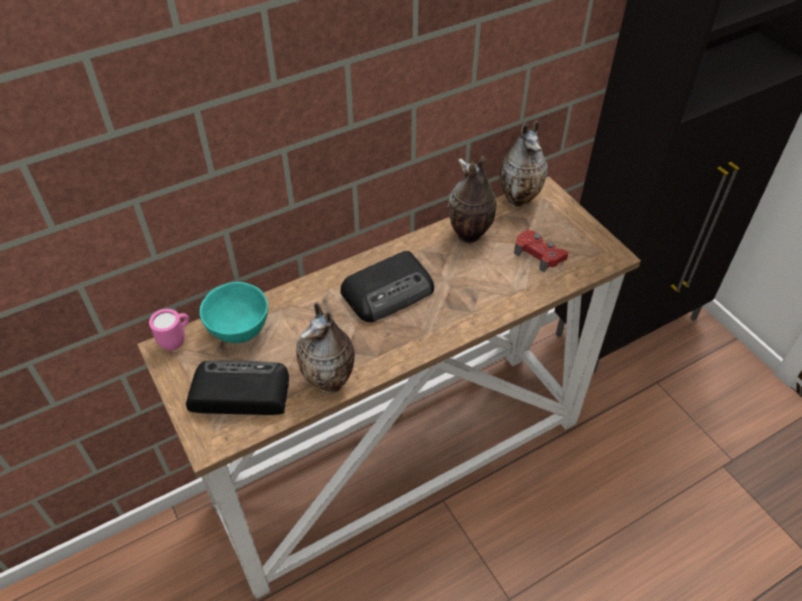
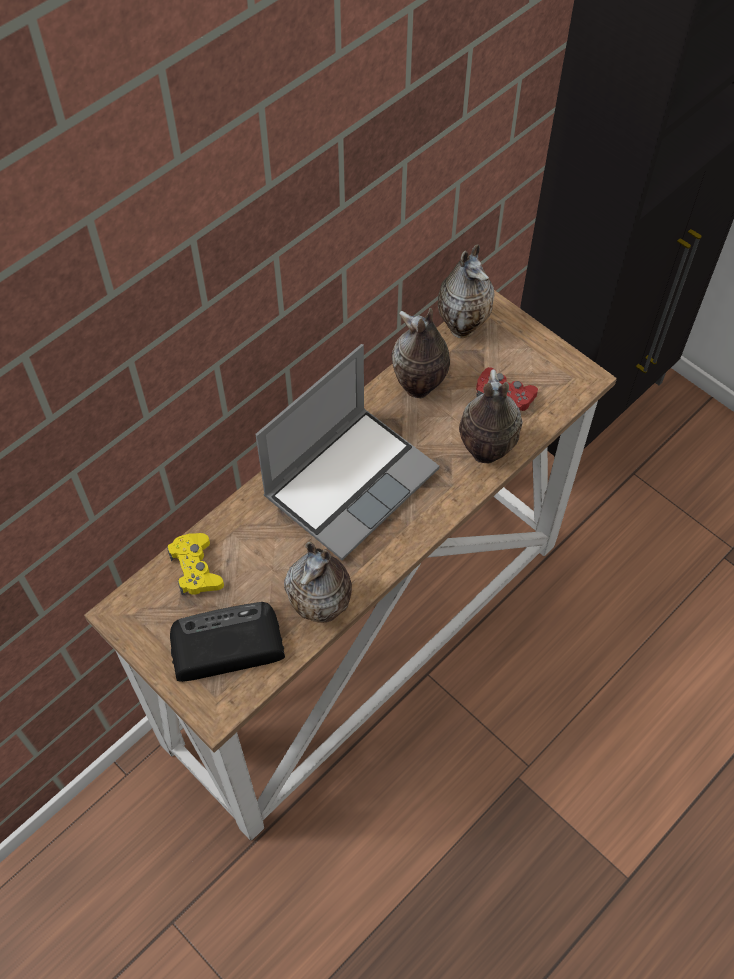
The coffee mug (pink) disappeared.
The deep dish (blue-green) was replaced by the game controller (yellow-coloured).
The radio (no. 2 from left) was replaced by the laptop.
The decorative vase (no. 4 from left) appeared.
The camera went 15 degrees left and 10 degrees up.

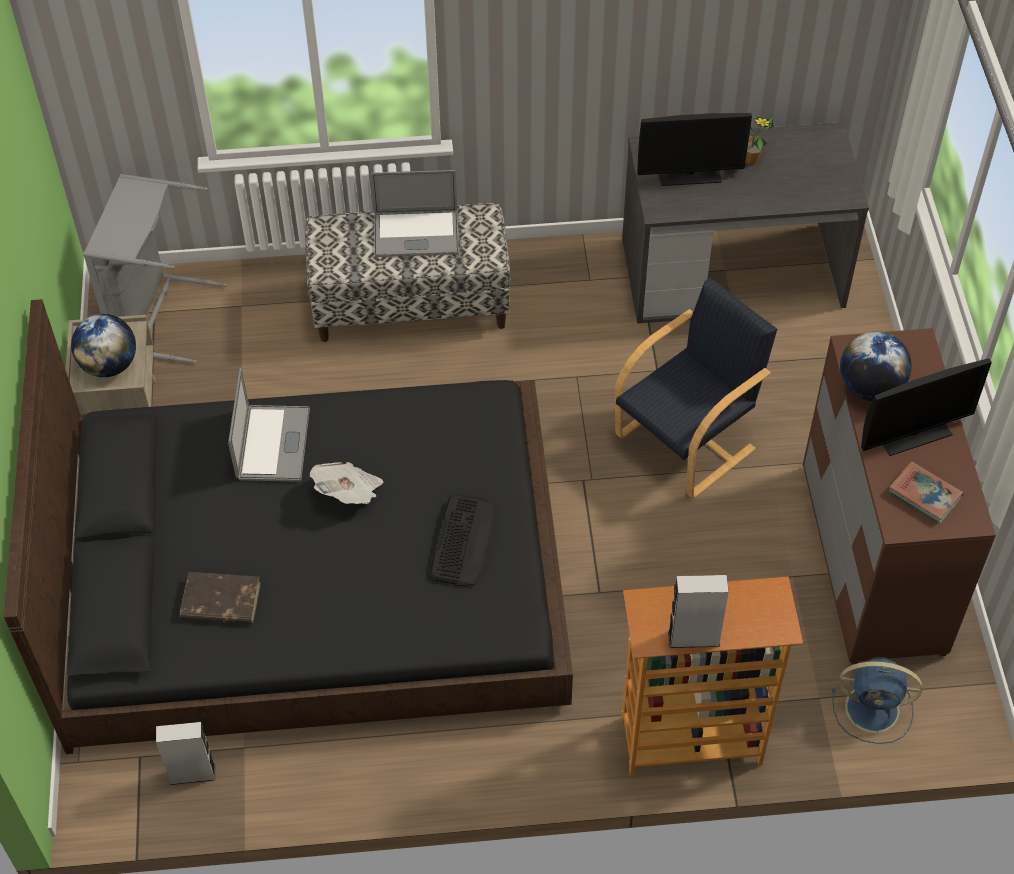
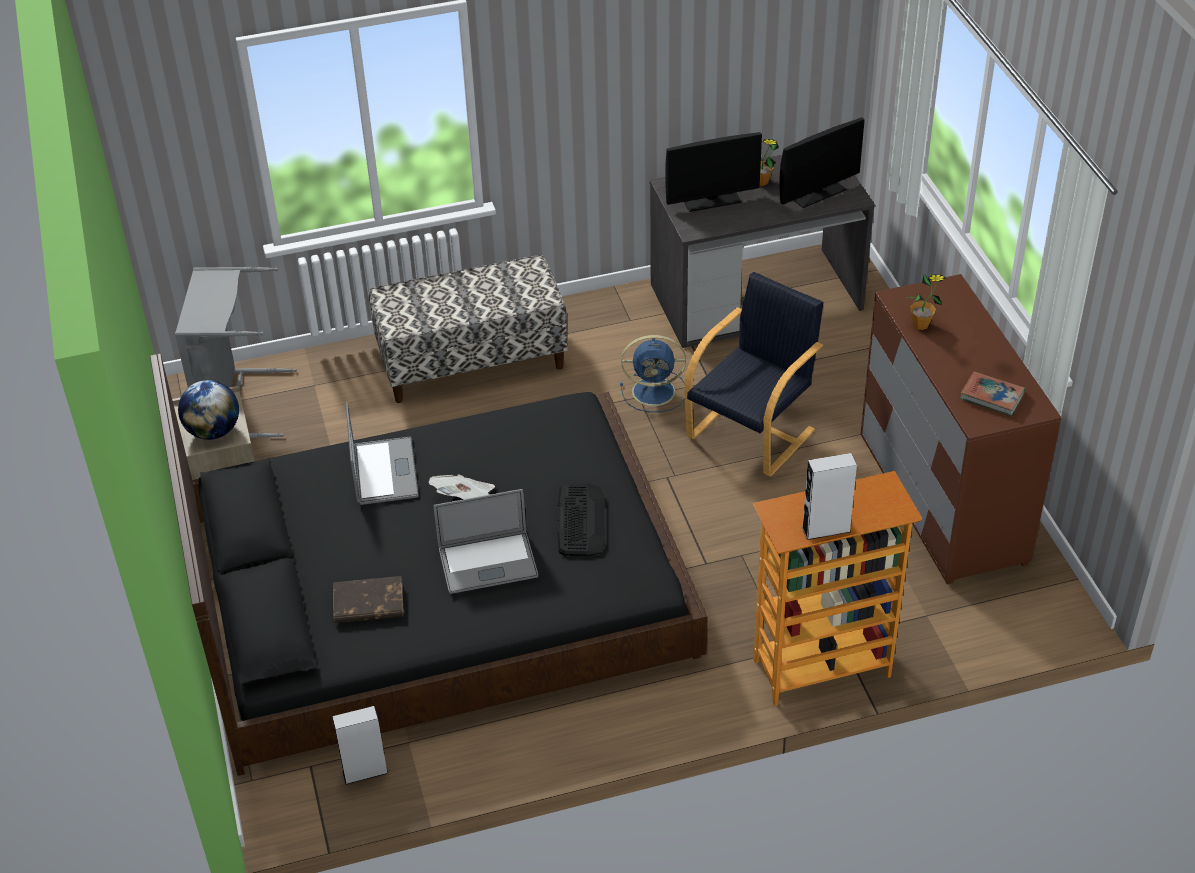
The laptop (no. 2 from left) moved.
The cooling fan (blue-coloured) moved.
The desk globe (no. 2 from left) was replaced by the potted plant (no. 2 from left).
The computer display (no. 2 from left) moved.
The camera went 10 degrees left and 10 degrees down.

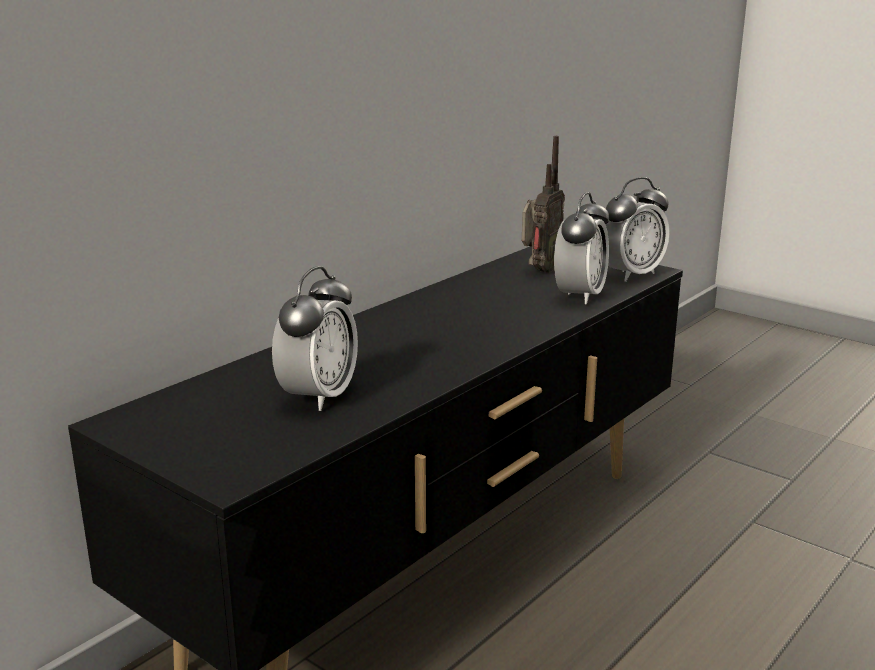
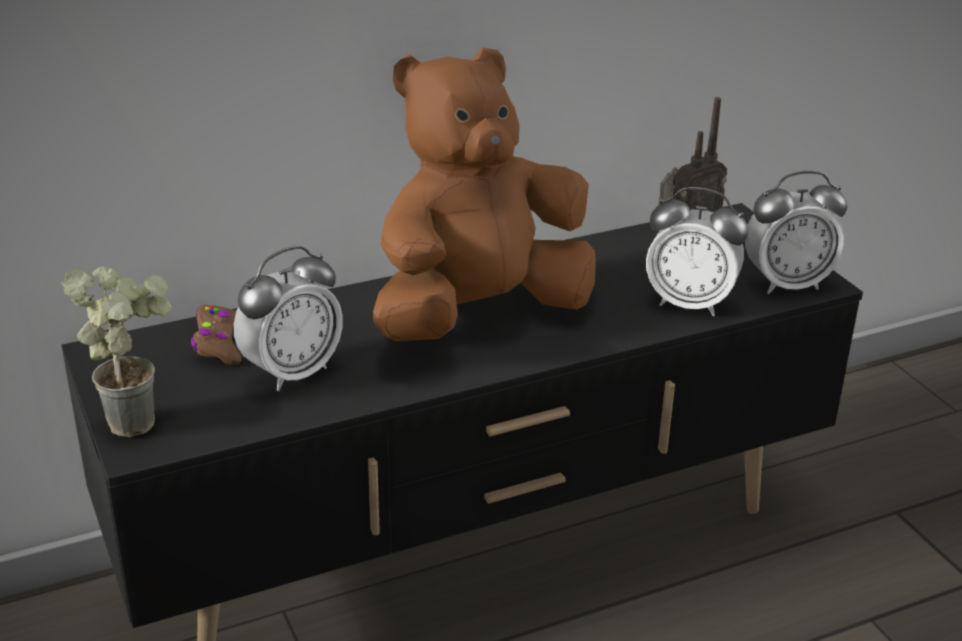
The alarm clock (no. 2 from left) turned 60 degrees clockwise.
The potted plant appeared.
The game controller (brown) appeared.
The cuddly toy (brown) appeared.
The camera went 25 degrees right and 10 degrees up.

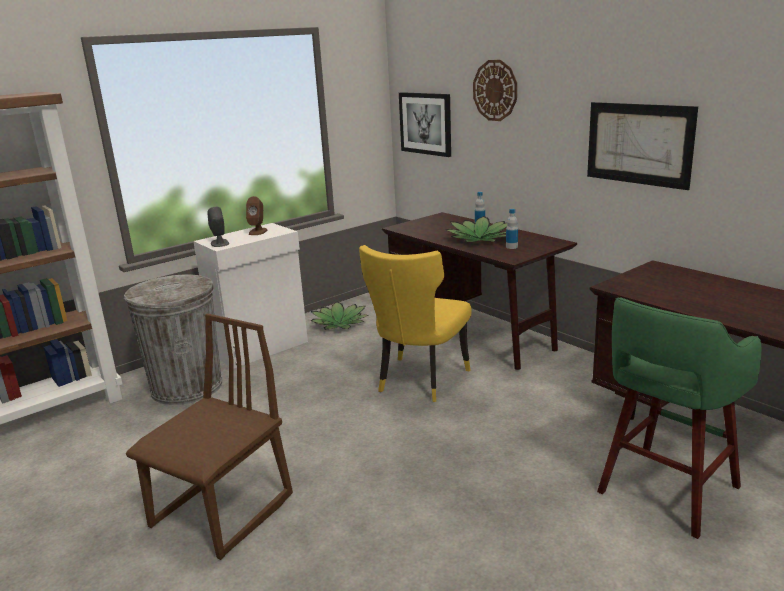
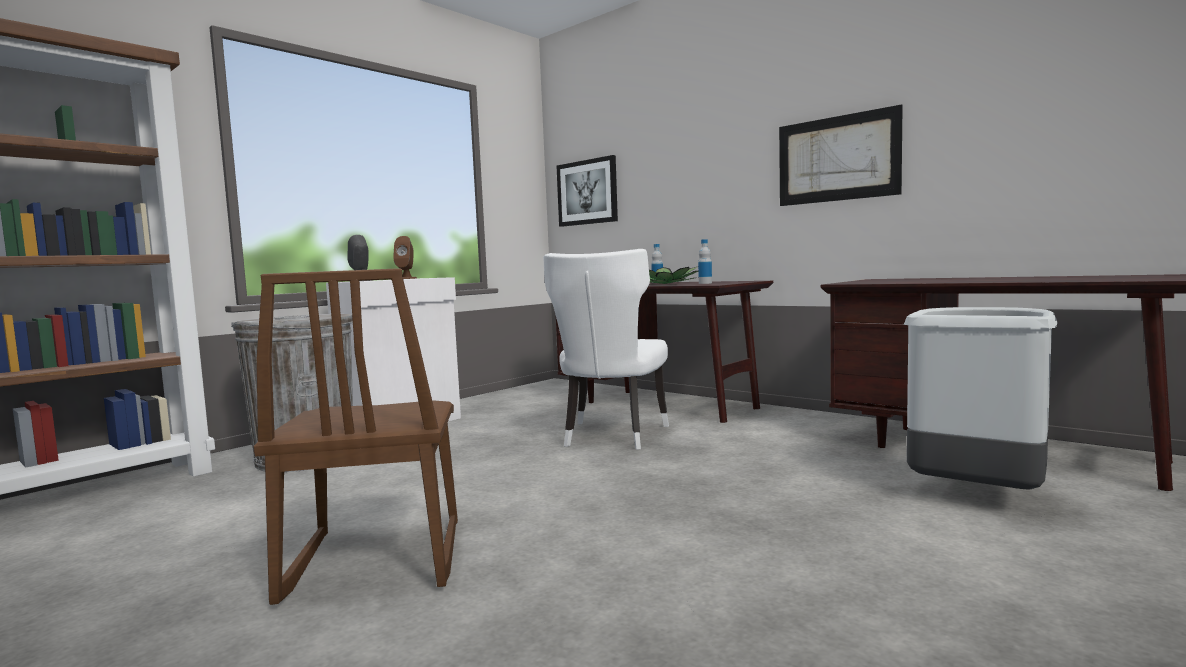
The upright chair (brown) turned 150 degrees clockwise.
The potted plant (no. 1 from left) disappeared.
The upright chair (yellow-coloured) became the upright chair (white).
The clock on the wall disappeared.
The stool (green) was replaced by the rubbish bin (gray) (no. 2 from left).
The camera went 10 degrees left and 15 degrees down.

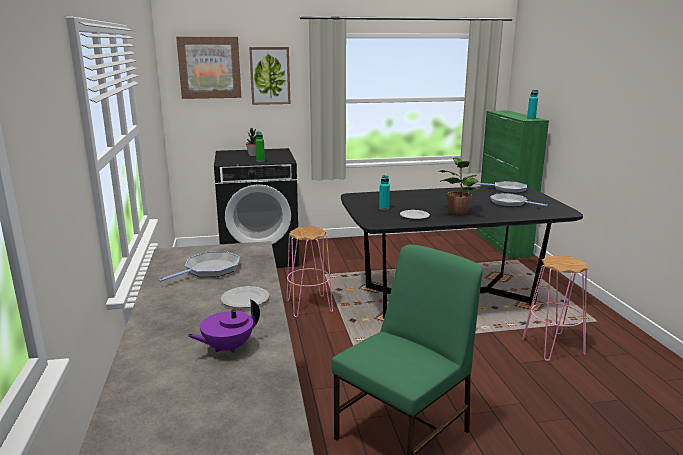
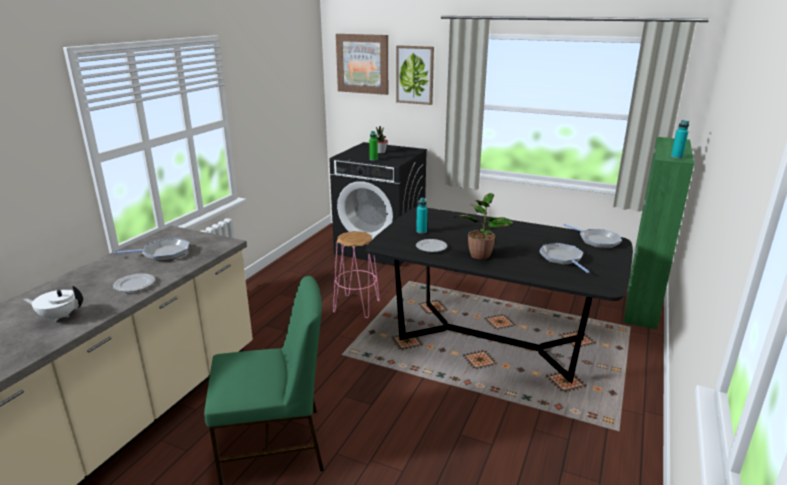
The teapot (purple) became the teapot (white).
The stool (pink) (no. 2 from left) disappeared.
The camera went 35 degrees right and 5 degrees up.

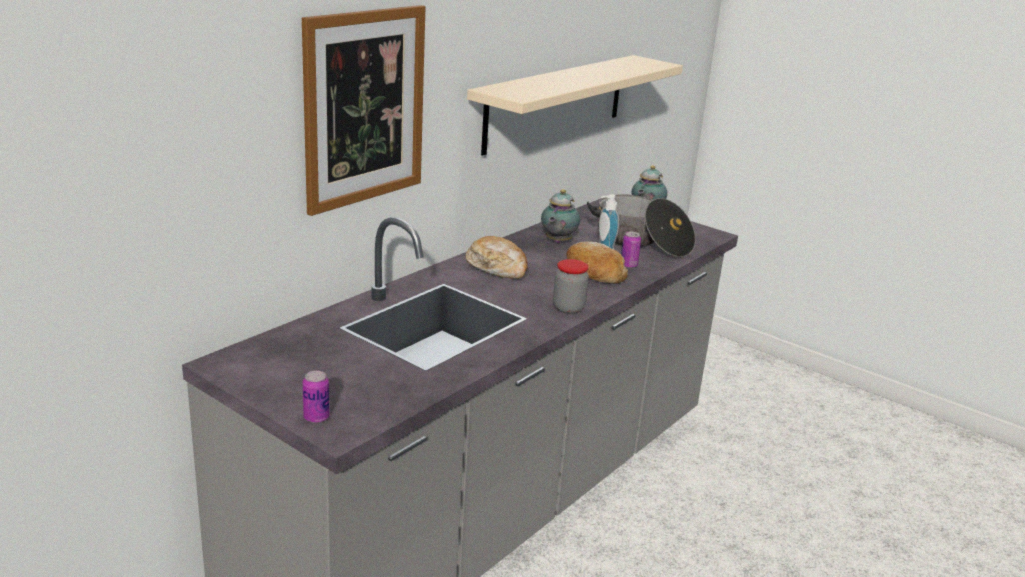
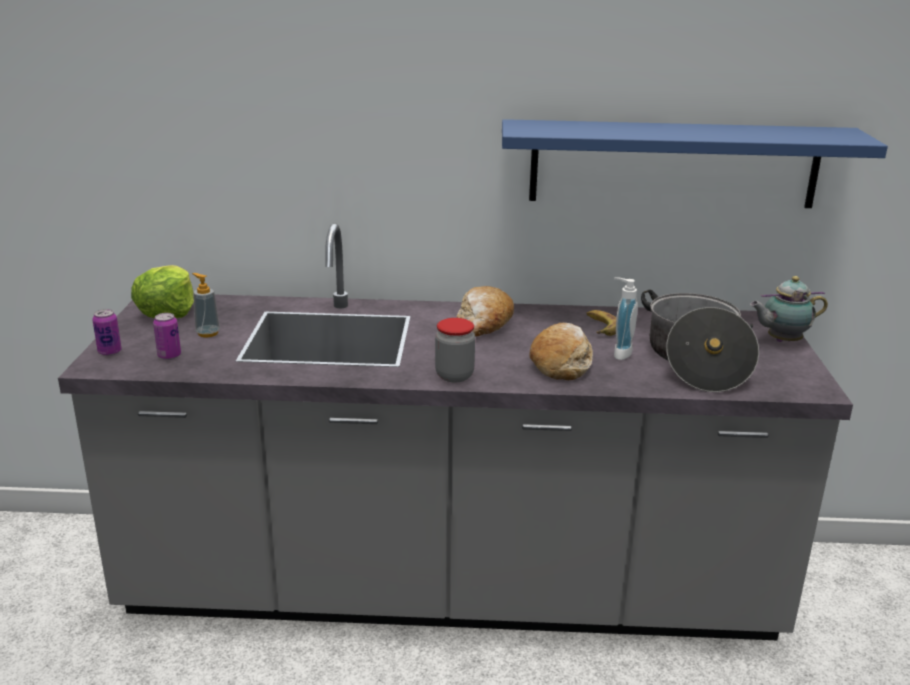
The picture disappeared.
The wall shelf (beige-coloured) became the wall shelf (blue-coloured).
The teapot (no. 1 from left) was replaced by the banana.
The sealed can (no. 2 from left) moved.
The lettuce head appeared.
The soap bottle (no. 1 from left) appeared.
The camera went 55 degrees right and 0 degrees up.

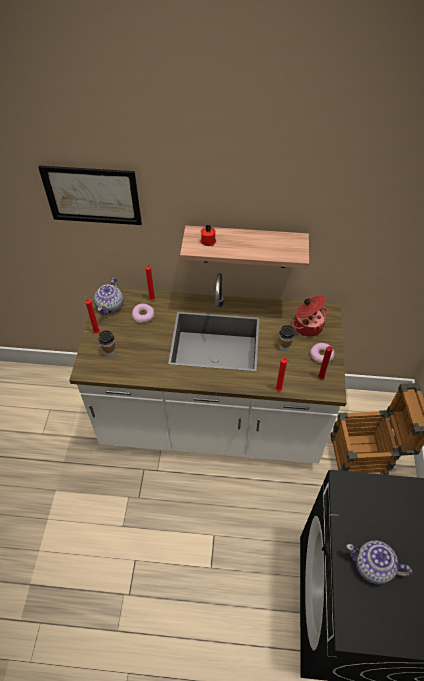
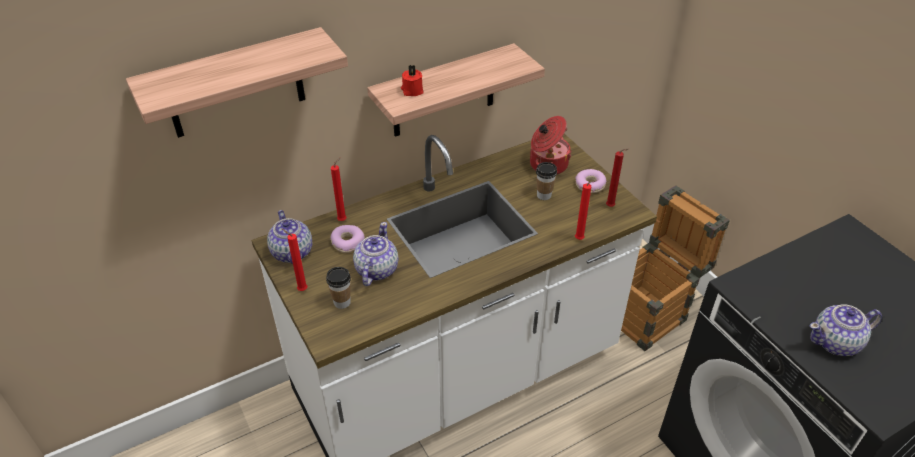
The picture was replaced by the wall shelf (no. 1 from left).
The teapot (no. 2 from left) appeared.
The camera went 35 degrees left and 10 degrees down.

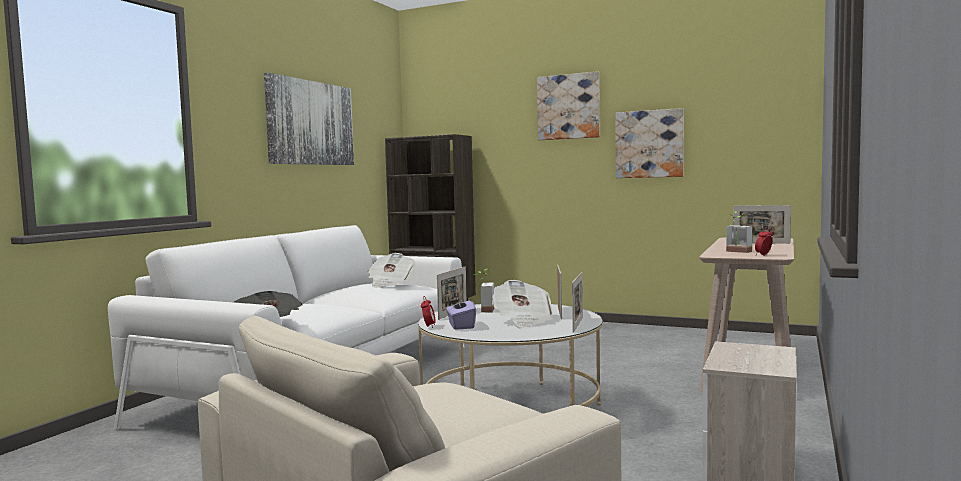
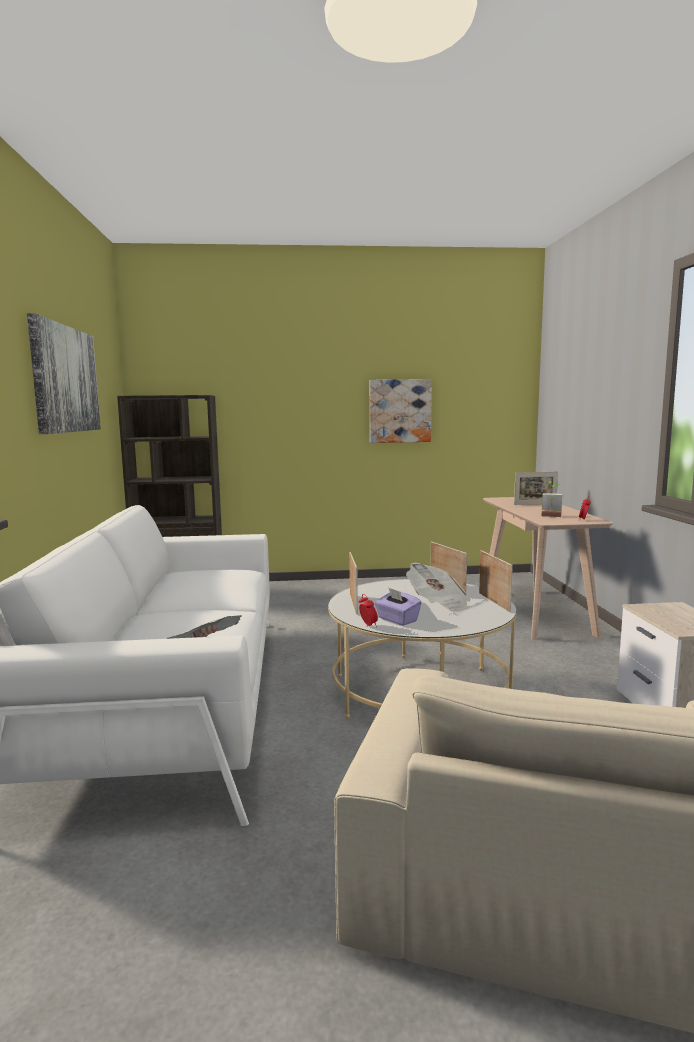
The printed paper (no. 2 from left) disappeared.
The potted plant (no. 1 from left) disappeared.
The picture (no. 2 from left) disappeared.
The camera went 30 degrees left and 5 degrees up.

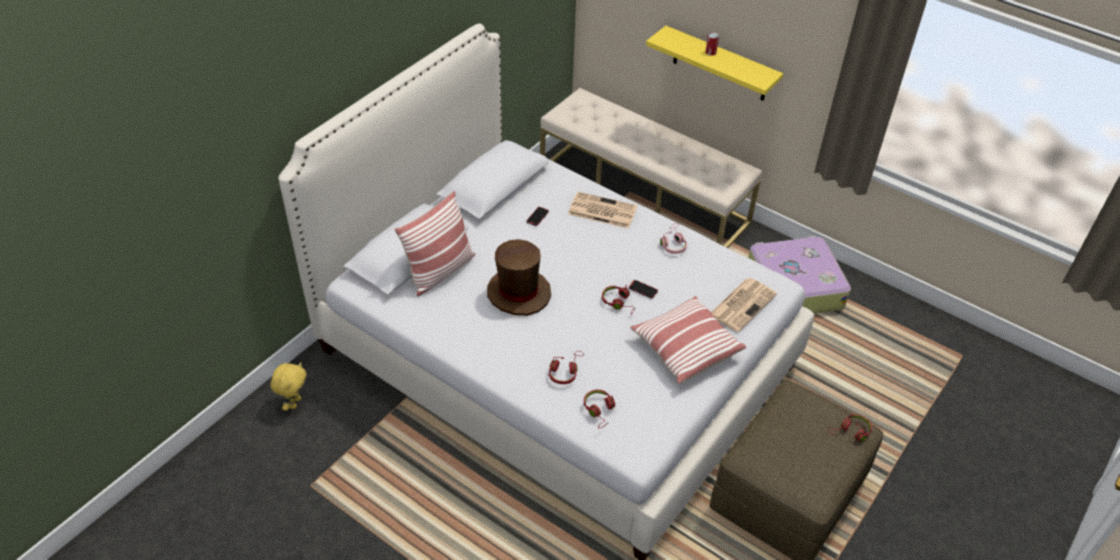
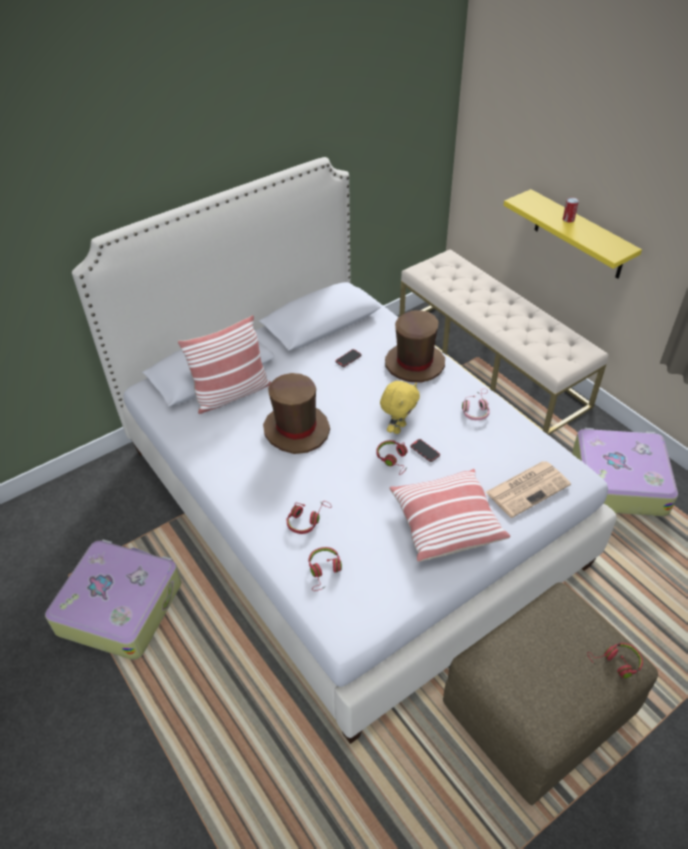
The cuddly toy (yellow-coloured) moved.
The printed paper (no. 1 from left) was replaced by the clothing hat (brown) (no. 2 from left).
The piece of luggage (no. 1 from left) appeared.
The camera went 20 degrees right and 0 degrees up.

